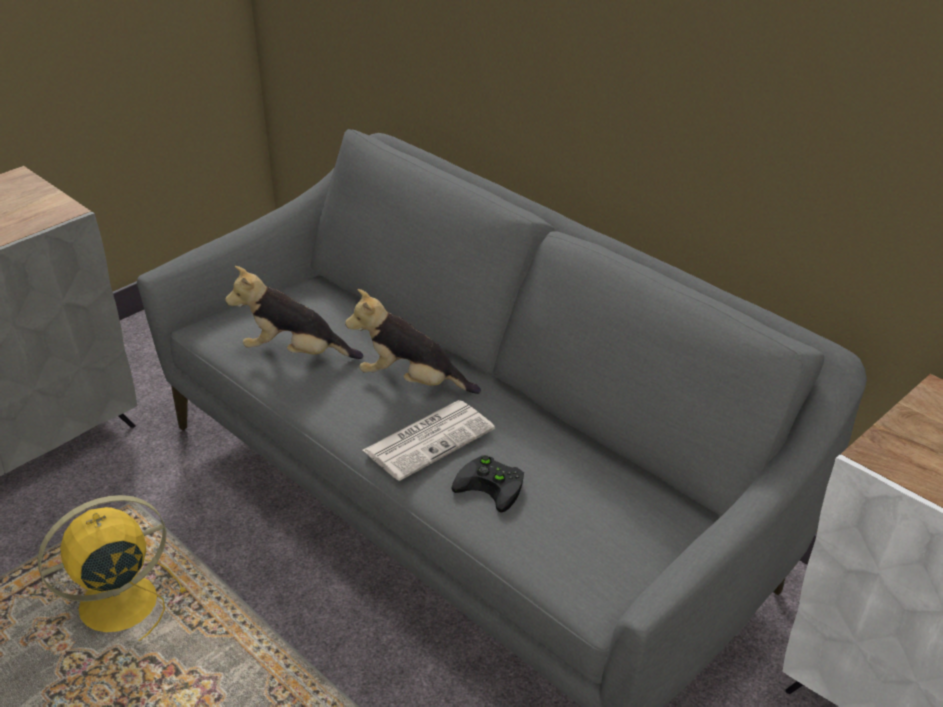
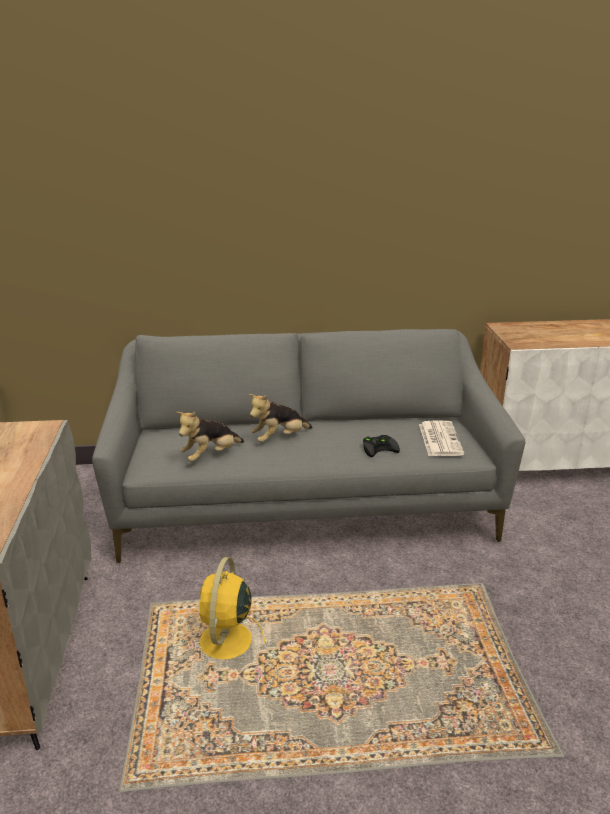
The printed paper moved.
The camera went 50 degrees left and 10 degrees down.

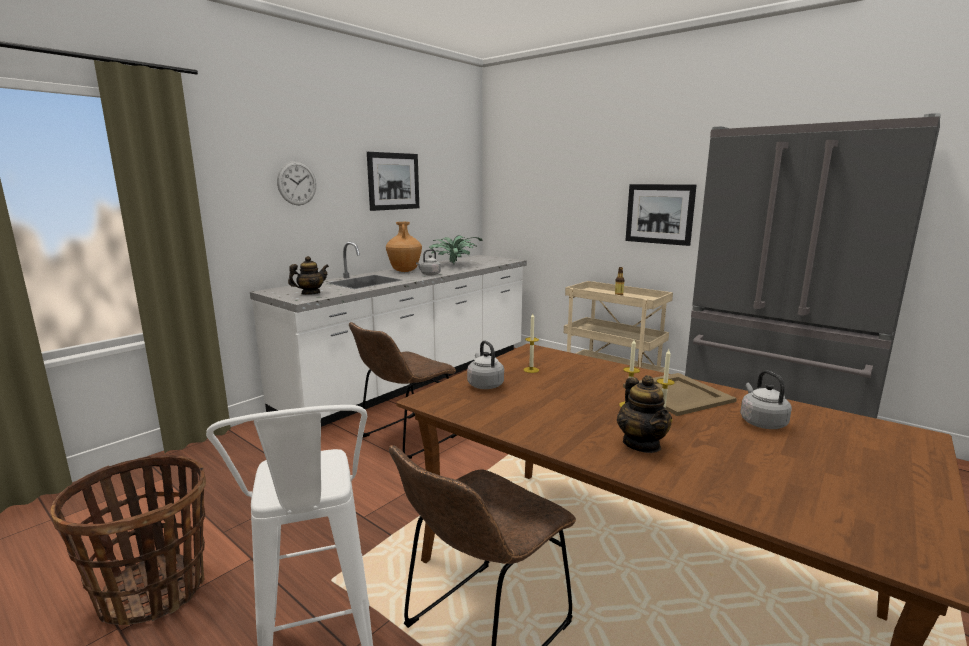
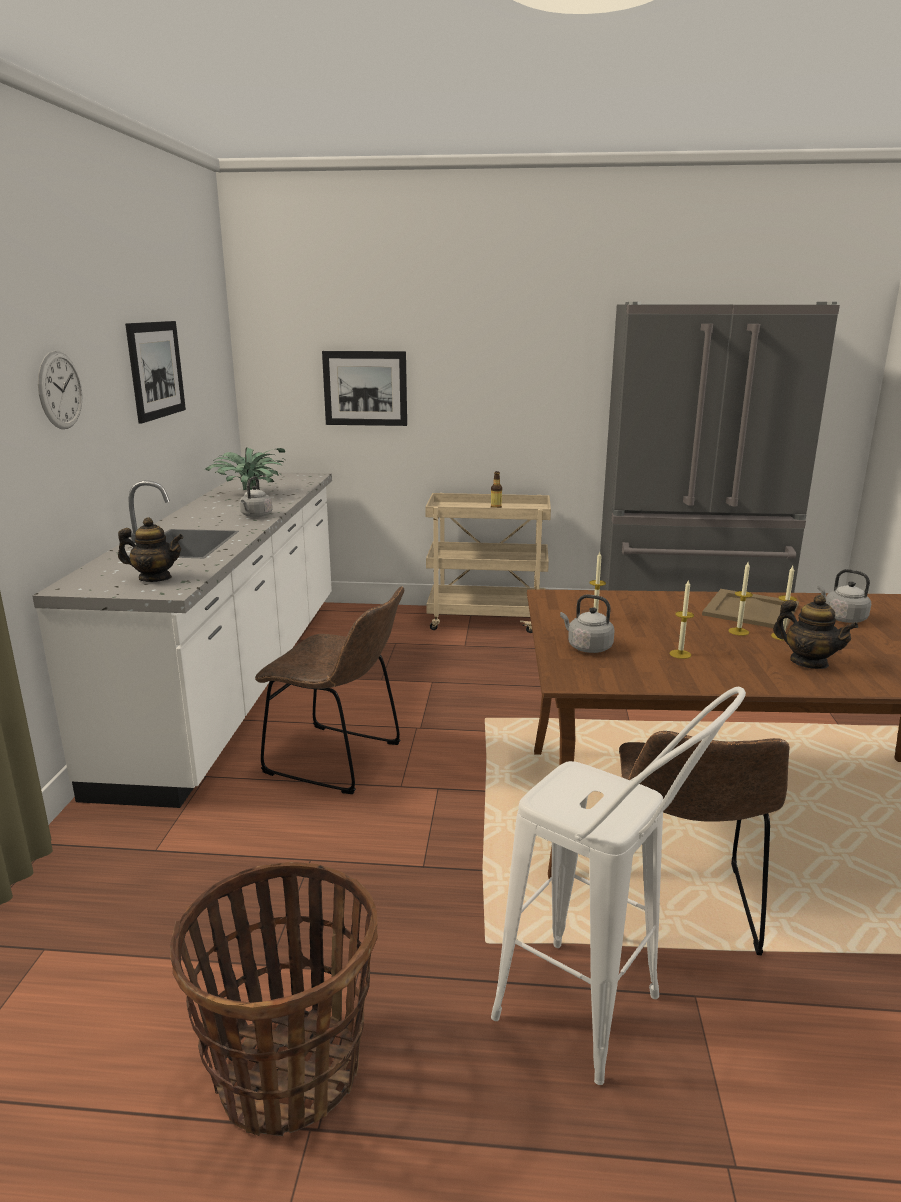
The teapot (no. 1 from left) turned 75 degrees clockwise.
The upright chair (brown) (no. 1 from left) turned 75 degrees counterclockwise.
The decorative vase (brown) disappeared.
The picture (no. 2 from left) moved.
The wax light (no. 2 from left) appeared.
The camera went 35 degrees left and 5 degrees up.

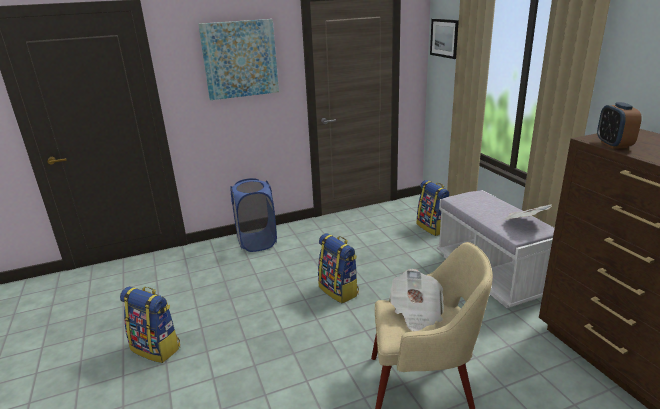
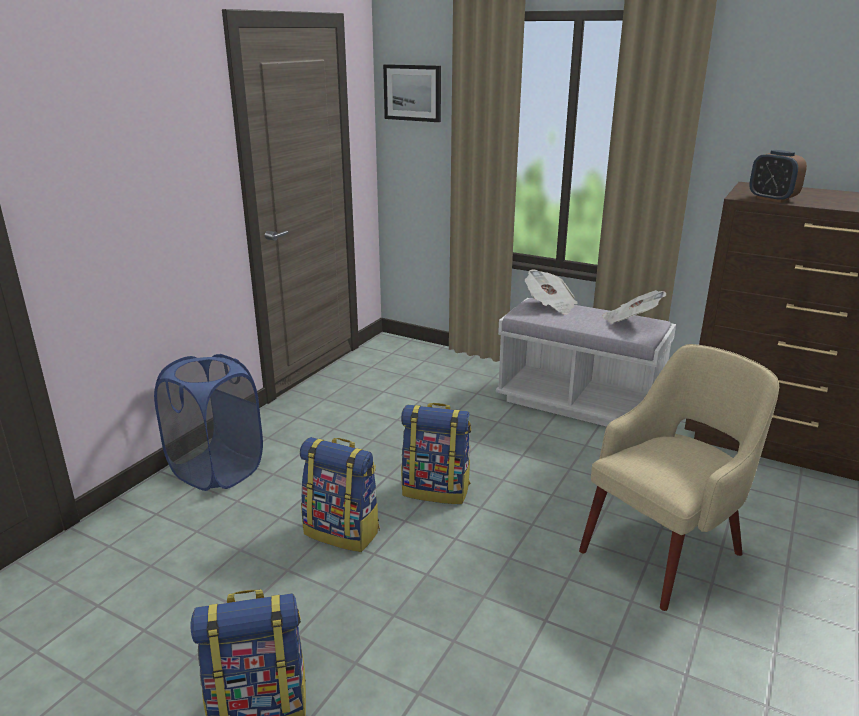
The picture (no. 1 from left) disappeared.
The printed paper (no. 1 from left) moved.
The rucksack (no. 3 from left in the first image) moved.
The camera went 40 degrees left and 0 degrees up.

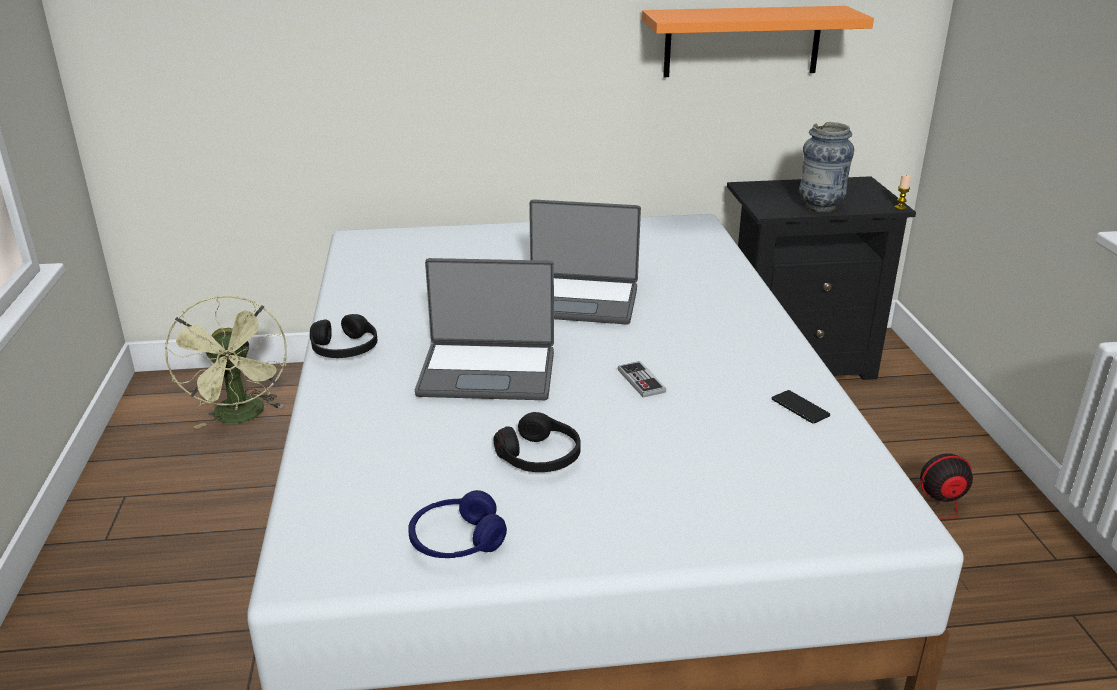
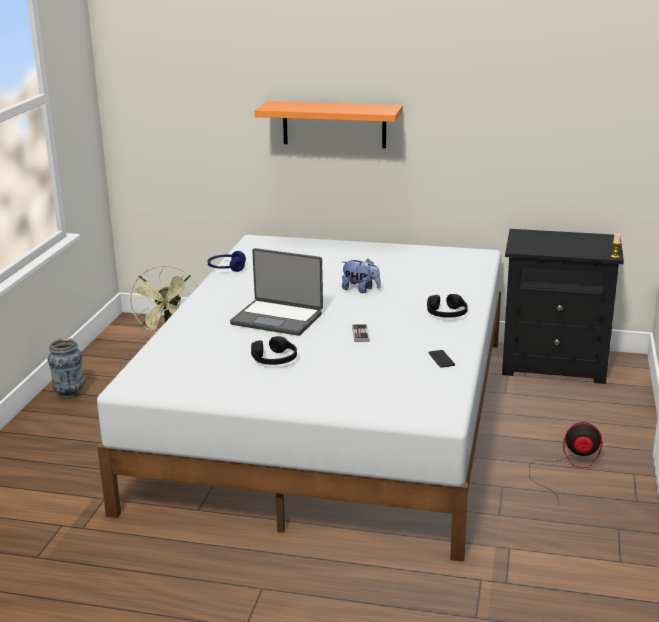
The headphones (blackish) (no. 1 from left in the first image) moved.
The headphones (blue-coloured) moved.
The laptop (no. 2 from left) was replaced by the cuddly toy.
The wall shelf (orange-coloured) moved.
The decorative vase moved.
The camera went 20 degrees right and 5 degrees down.

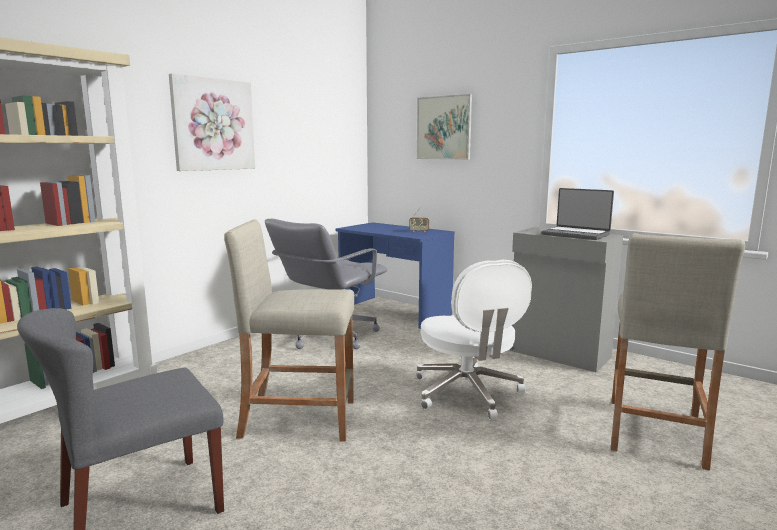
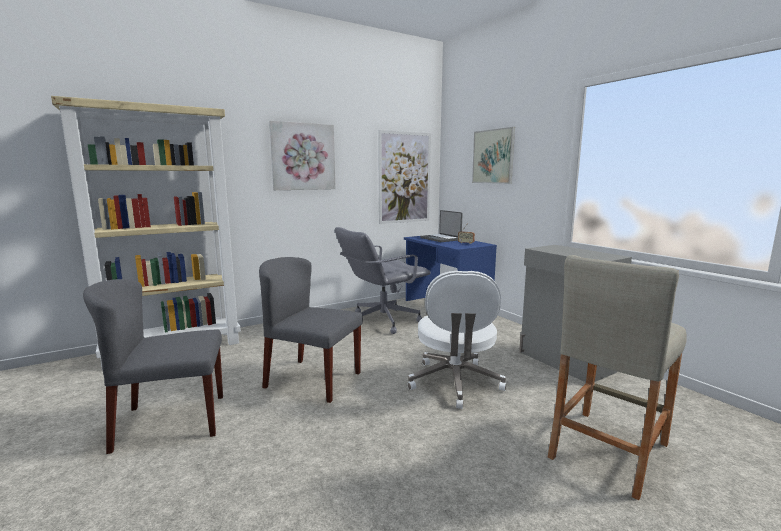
The stool (beige-coloured) (no. 1 from left) was replaced by the upright chair (gray) (no. 2 from left).
The laptop moved.
The picture (no. 2 from left) appeared.
The camera went 20 degrees right and 0 degrees up.

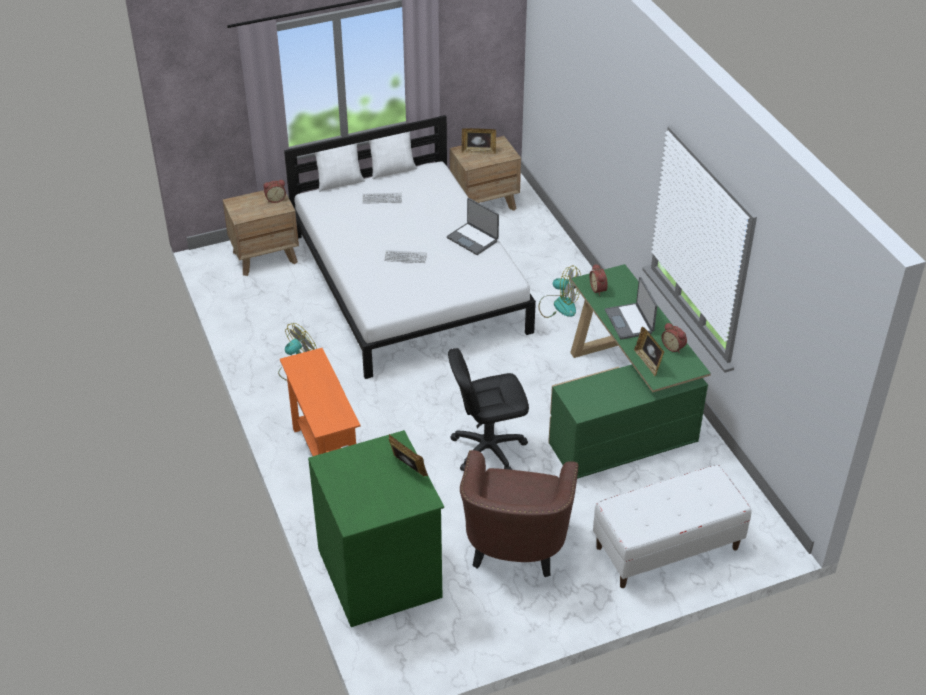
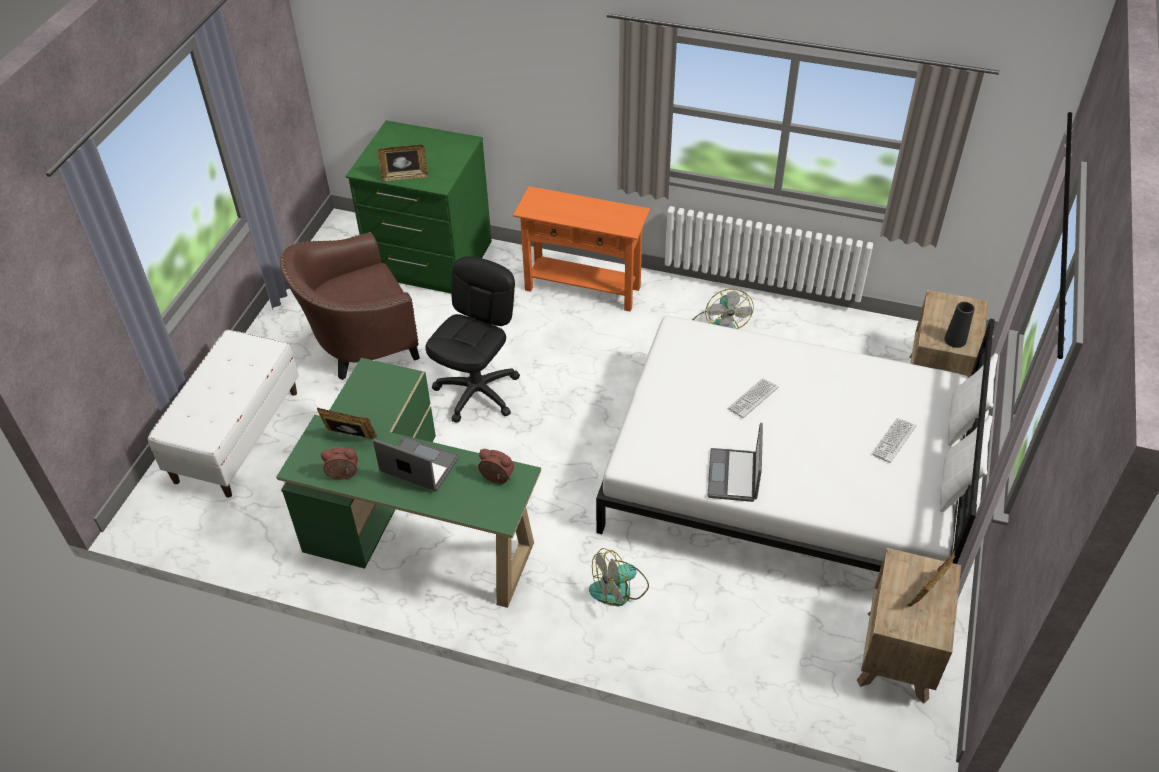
The alarm clock (no. 1 from left) was replaced by the decorative vase (blackish).
The laptop (no. 1 from left in the first image) turned 75 degrees counterclockwise.
The armchair (brown) turned 75 degrees counterclockwise.
The camera went 130 degrees right and 5 degrees up.

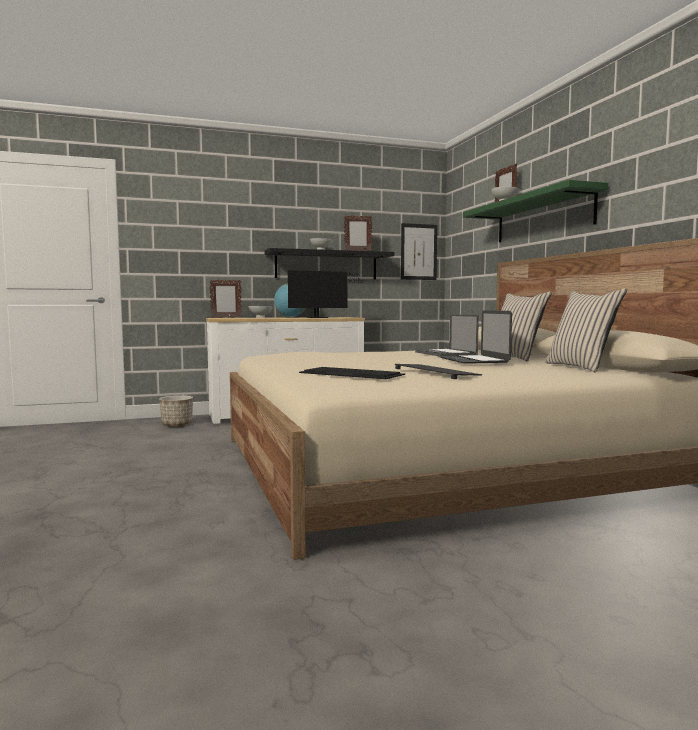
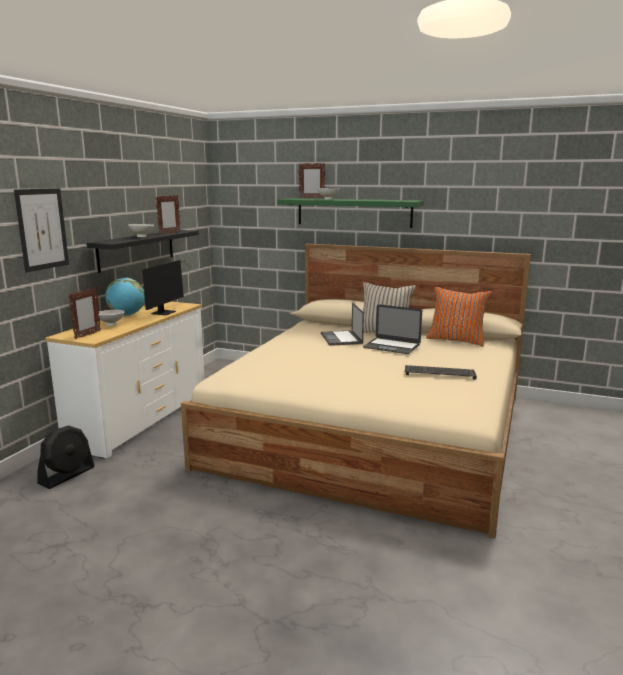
The flower pot was replaced by the cooling fan (blackish).
The PC keyboard (no. 1 from left) disappeared.
The picture moved.
The laptop (no. 1 from left) turned 60 degrees clockwise.
The cushion (beige-coloured) (no. 2 from left) became the cushion (orange-coloured).
The camera went 50 degrees left and 10 degrees up.

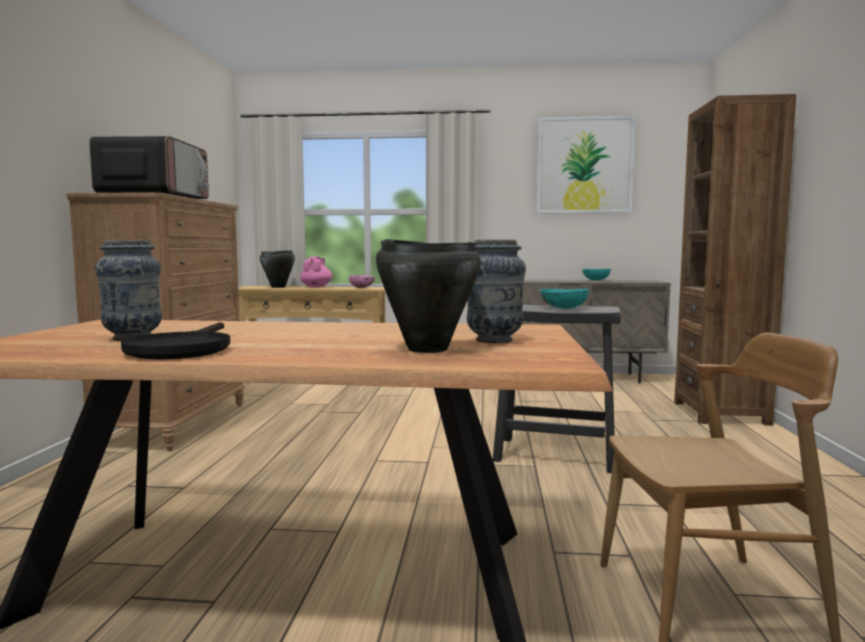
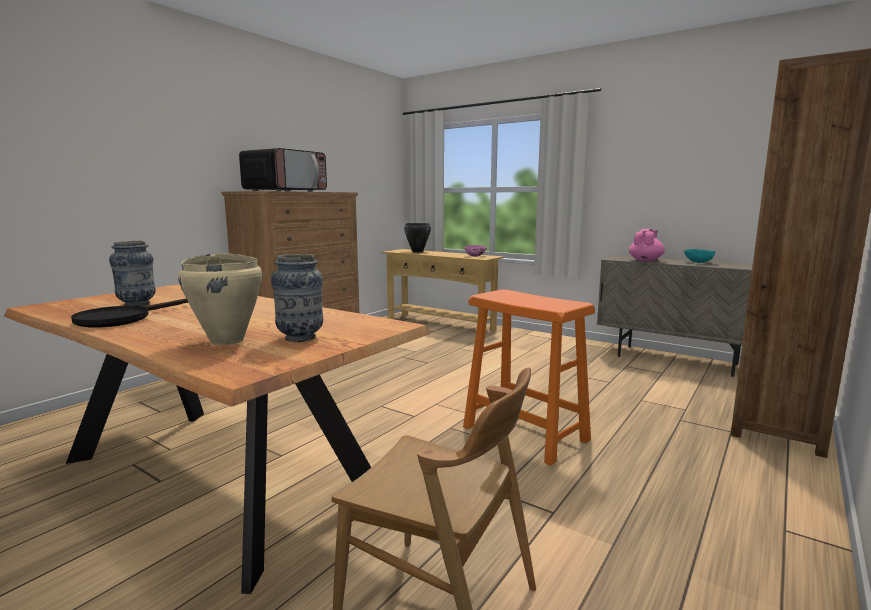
The teapot (pink) moved.
The cooking pot (blackish) (no. 2 from left) became the cooking pot (beige-coloured).
The stool (blackish) became the stool (orange-coloured).
The picture disappeared.
The deep dish (blue-green) (no. 1 from left) disappeared.
The camera went 30 degrees right and 5 degrees up.

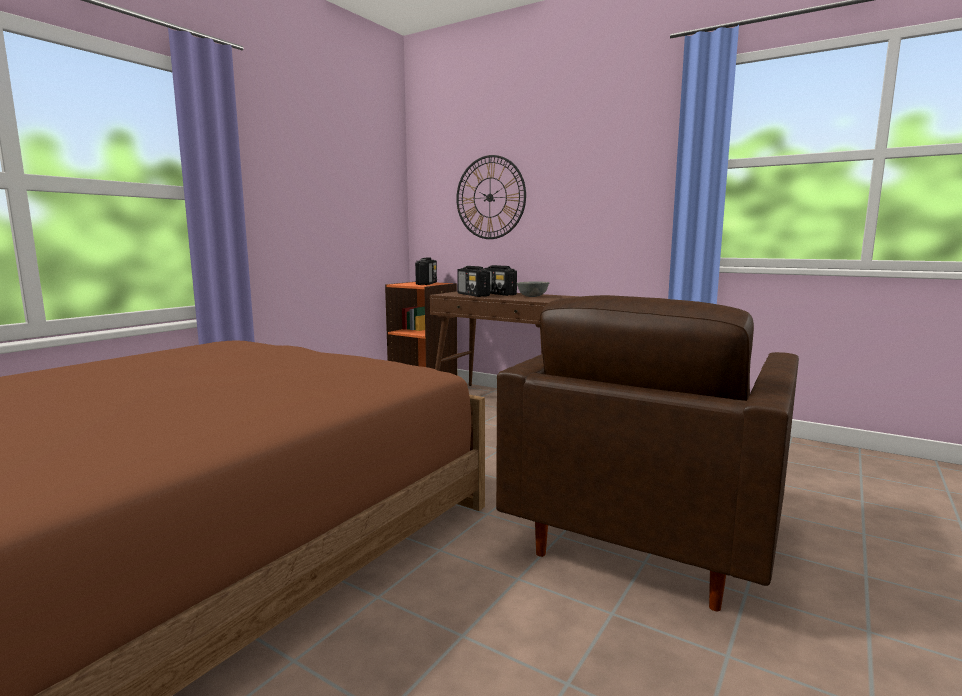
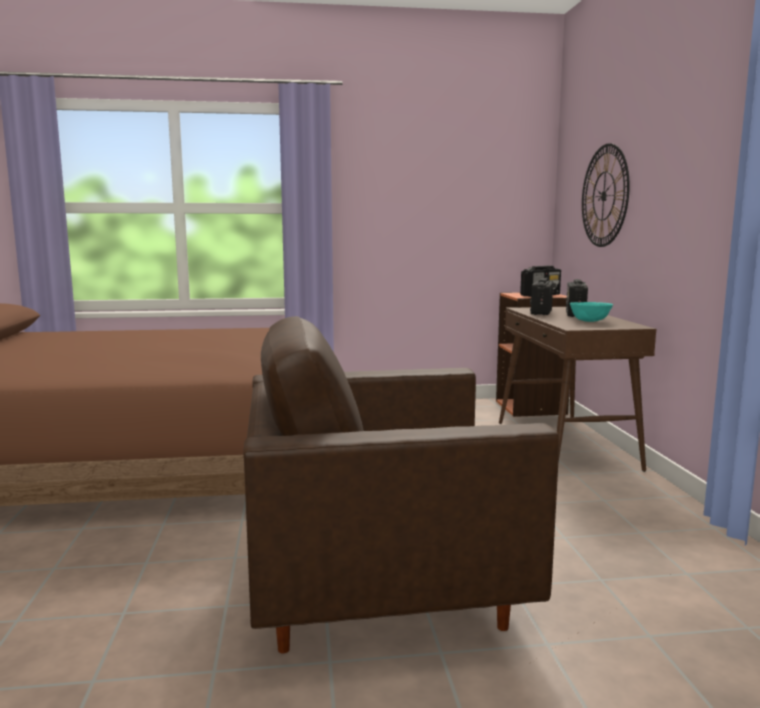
The deep dish (gray) became the deep dish (blue-green).
The camera went 50 degrees right and 0 degrees up.

